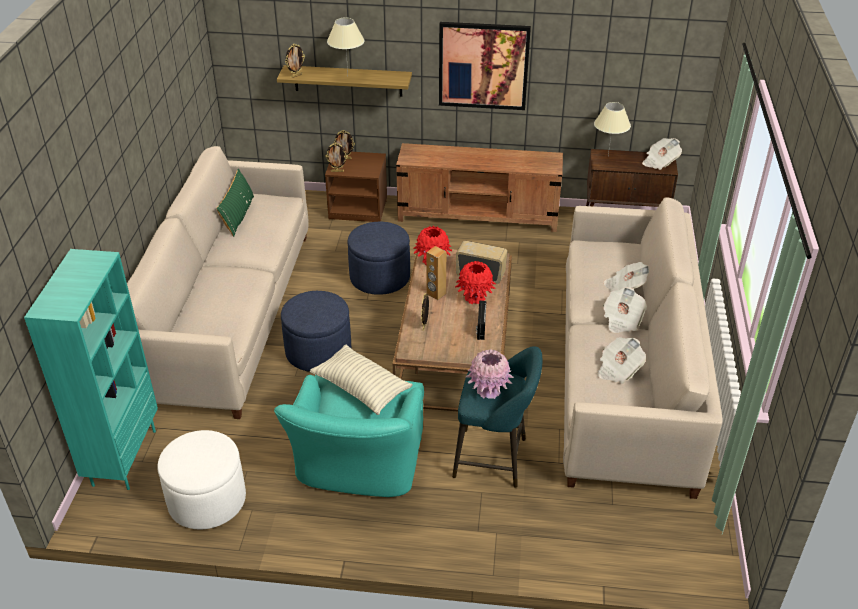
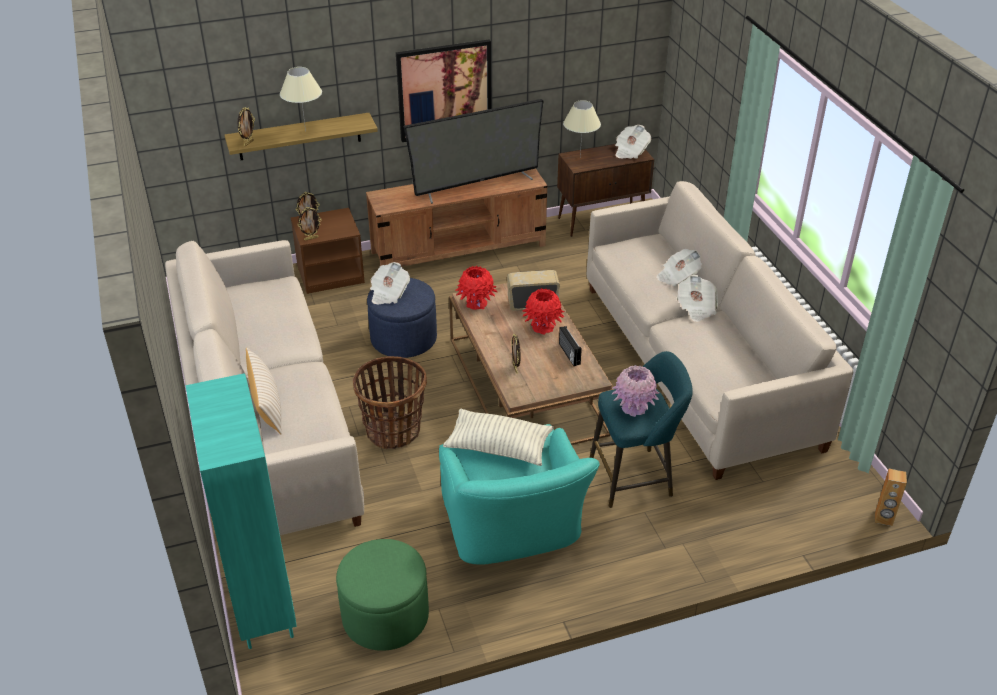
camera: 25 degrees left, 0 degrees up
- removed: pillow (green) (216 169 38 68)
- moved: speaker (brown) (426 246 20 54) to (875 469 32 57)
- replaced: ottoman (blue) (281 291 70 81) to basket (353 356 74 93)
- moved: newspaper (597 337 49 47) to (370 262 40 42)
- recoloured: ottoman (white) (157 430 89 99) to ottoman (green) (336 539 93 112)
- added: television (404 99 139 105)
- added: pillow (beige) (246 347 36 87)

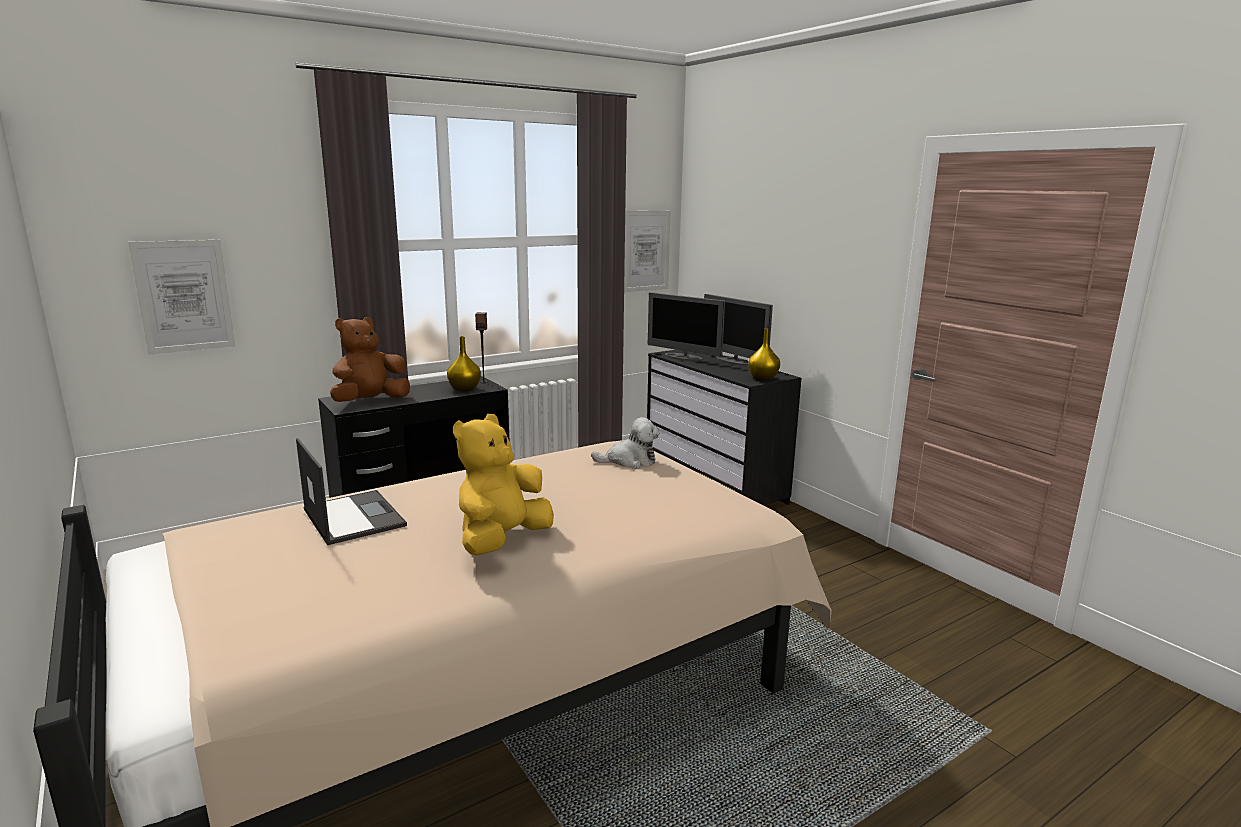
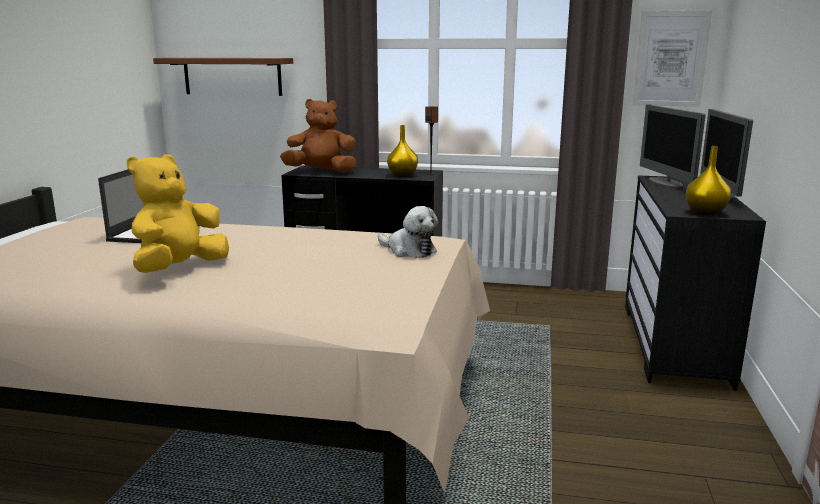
camera: 45 degrees right, 0 degrees up
- replaced: picture (128 240 107 114) to shelf (brown) (153 58 140 38)
- turned: plush toy (yellow) (453 414 101 142) = (127 154 102 119) 45 degrees counterclockwise

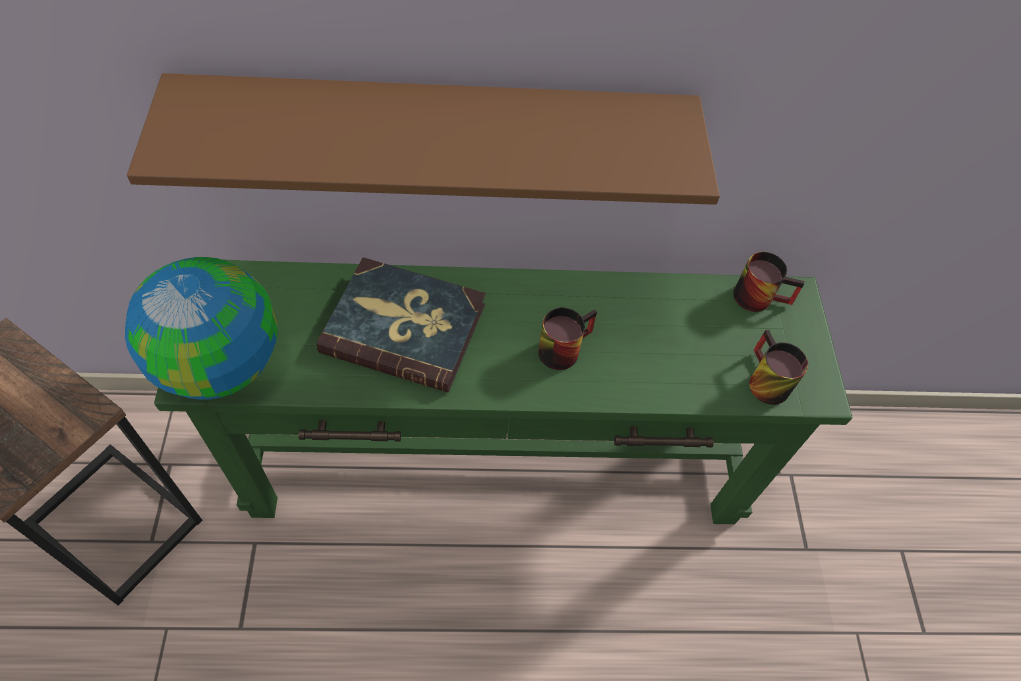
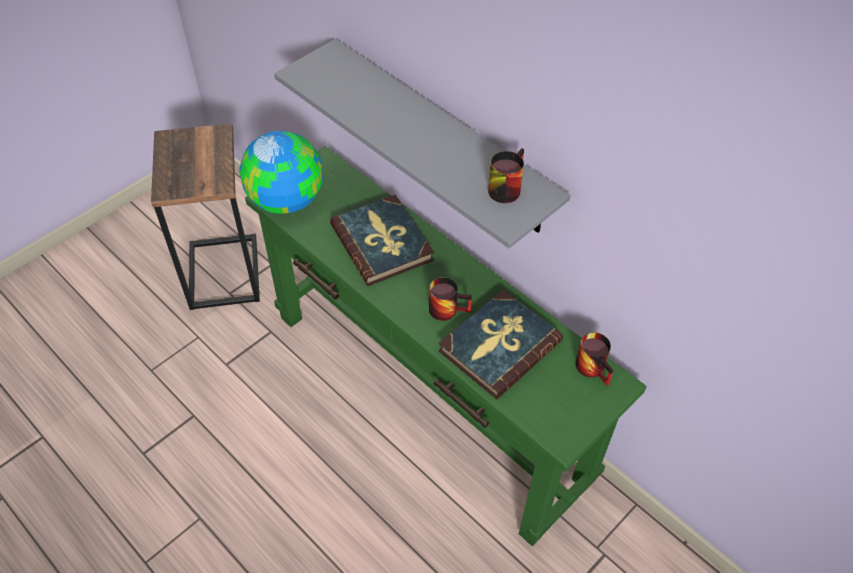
camera: 50 degrees right, 5 degrees down
- recoloured: shelf (brown) (127 73 593 132) to shelf (grey) (274 39 297 210)
- moved: mug (749 330 59 75) to (488 148 36 55)
- added: book (439 289 124 110)

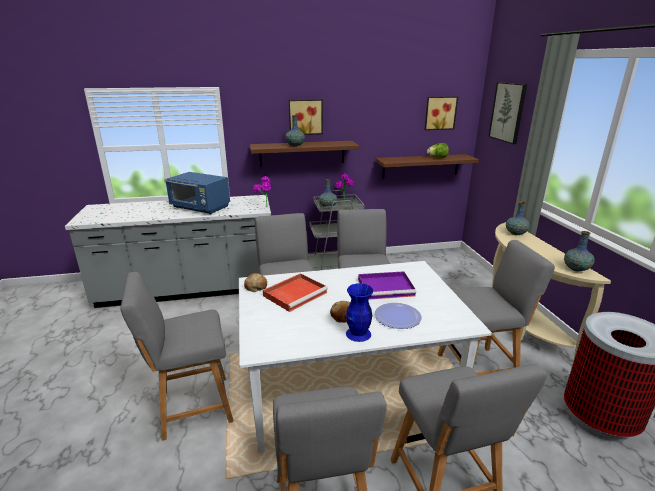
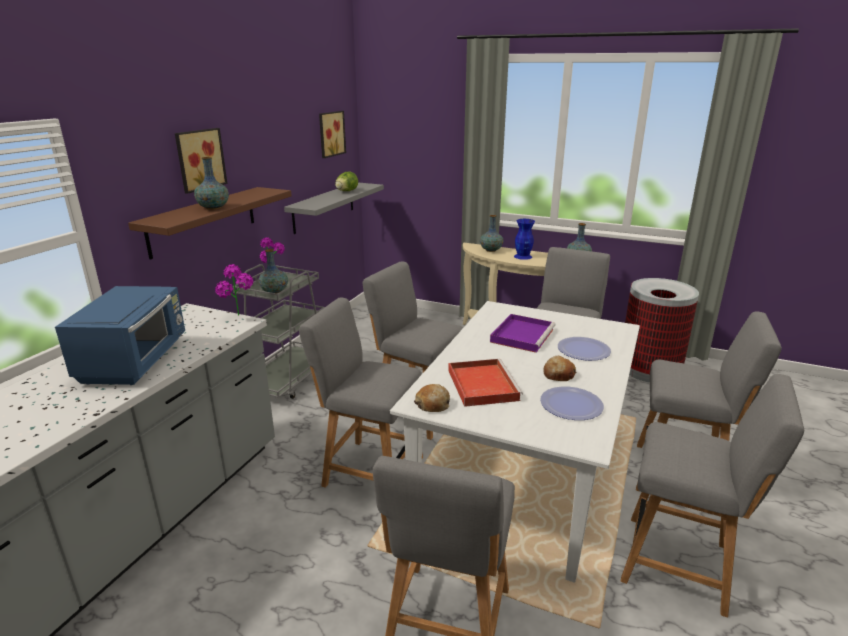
camera: 55 degrees left, 0 degrees up
- removed: picture (488 82 39 62)
- recoloured: shelf (brown) (376 154 103 24) to shelf (grey) (284 183 100 51)
- turned: microwave (blue) (165 172 65 42) = (55 286 130 99) 60 degrees counterclockwise
- moved: vase (blue) (346 283 27 59) to (514 219 21 41)
- added: plate (540 386 64 34)

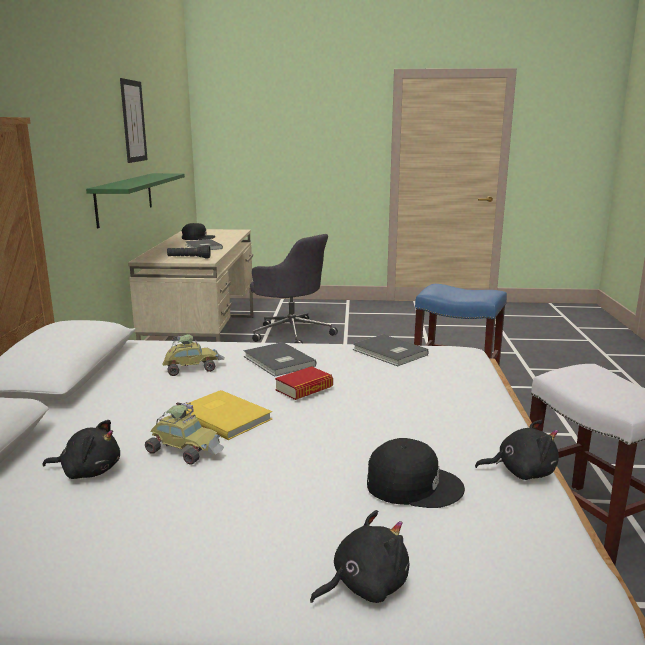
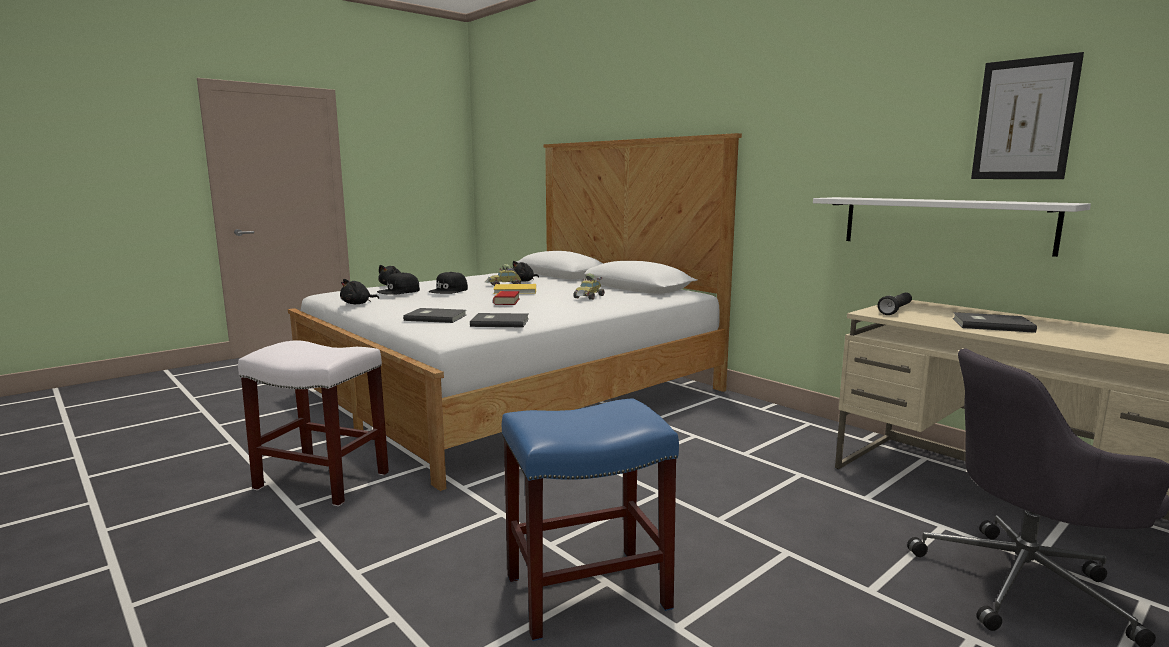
camera: 135 degrees right, 5 degrees down
- recoloured: shelf (green) (86 173 99 55) to shelf (white) (813 197 278 60)
- moved: cap (black) (182 223 33 17) to (429 272 39 22)
- moved: book (grey) (244 342 72 35) to (403 308 63 15)

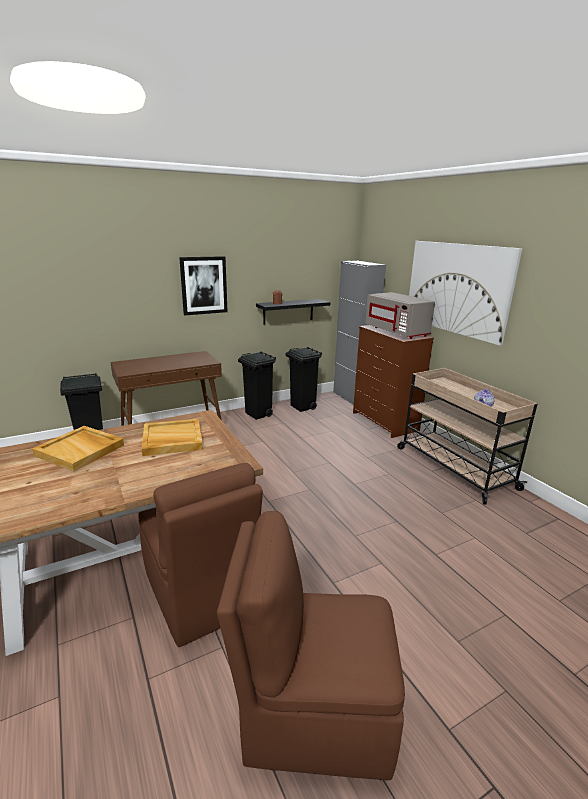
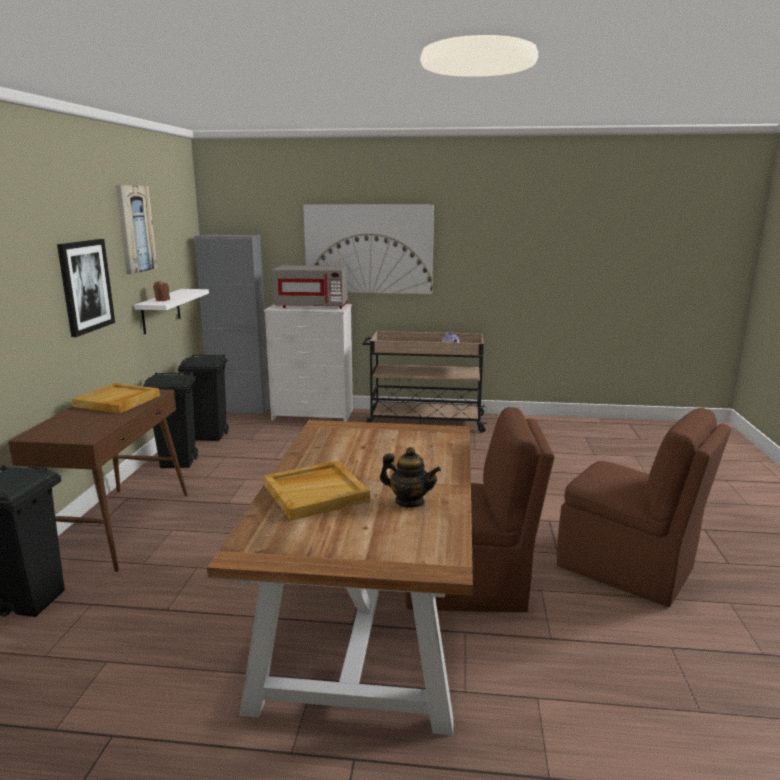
camera: 55 degrees left, 5 degrees down
- recoloured: shelf (black) (256 299 74 25) to shelf (white) (134 289 75 45)
- recoloured: dresser (brown) (353 325 81 113) to dresser (white) (264 304 89 118)
- moved: tray (beige) (142 419 61 37) to (72 383 88 30)
- turned: chair (brown) (217 511 188 269) = (557 408 174 199) 90 degrees counterclockwise
- added: picture (116 185 41 90)
- added: teapot (380 447 61 61)

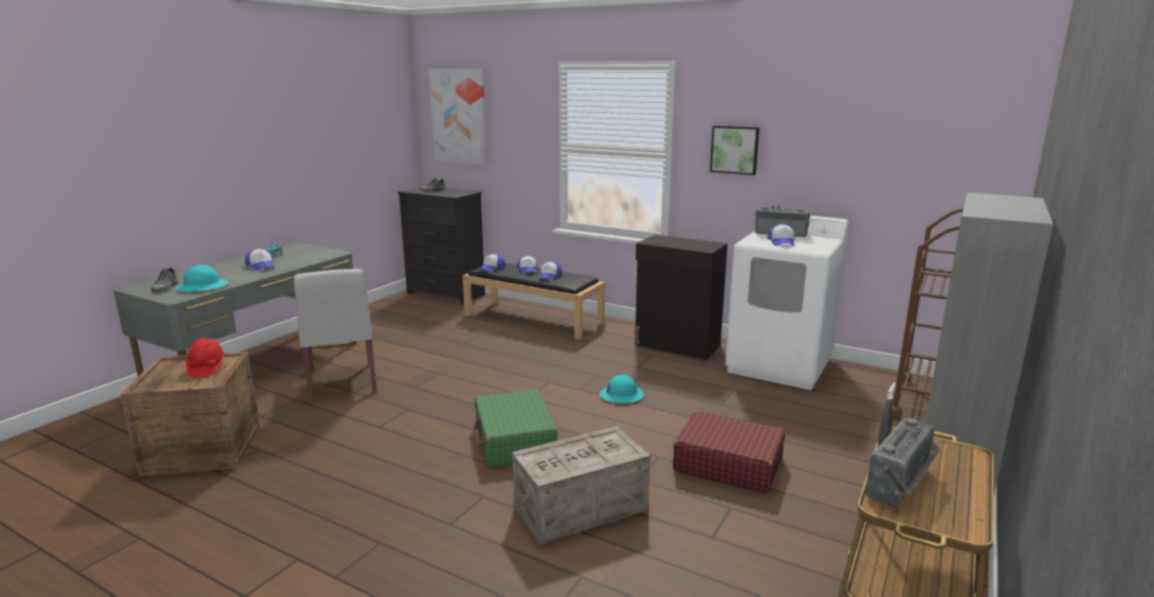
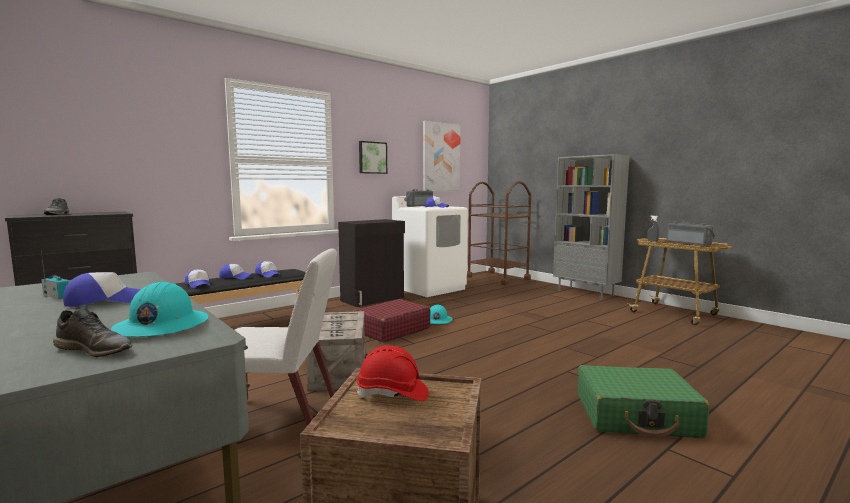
camera: 70 degrees left, 10 degrees down
- moved: picture (428 69 59 96) to (423 121 38 70)
- moved: suitcase (green) (474 389 84 78) to (578 365 131 73)
- moved: suitcase (red) (673 411 112 82) to (353 299 78 44)
- moved: crate (512 426 139 119) to (307 311 58 80)

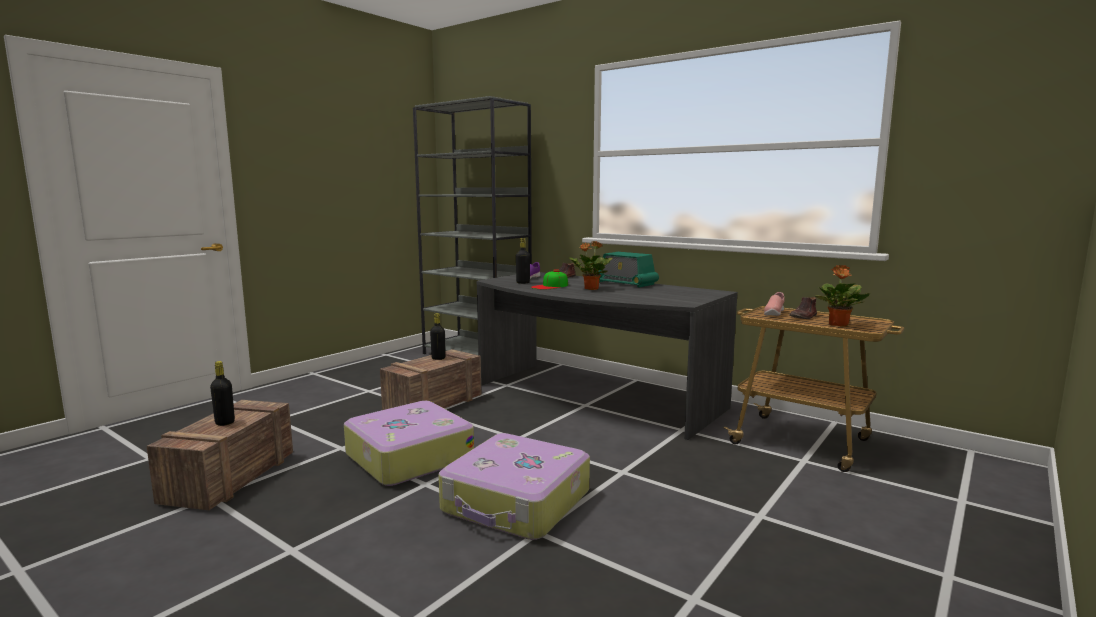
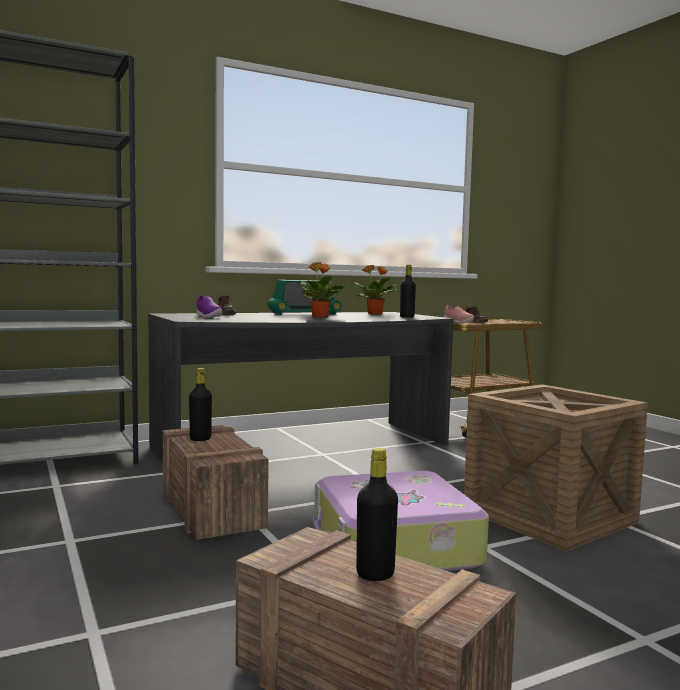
camera: 65 degrees left, 5 degrees down
- moved: bottle (black) (516 238 14 46) to (400 264 16 54)
- moved: potted plant (815 265 55 62) to (354 265 42 49)
- removed: cap (531 269 37 20)
- replaced: suitcase (439 433 151 107) to crate (464 384 184 168)

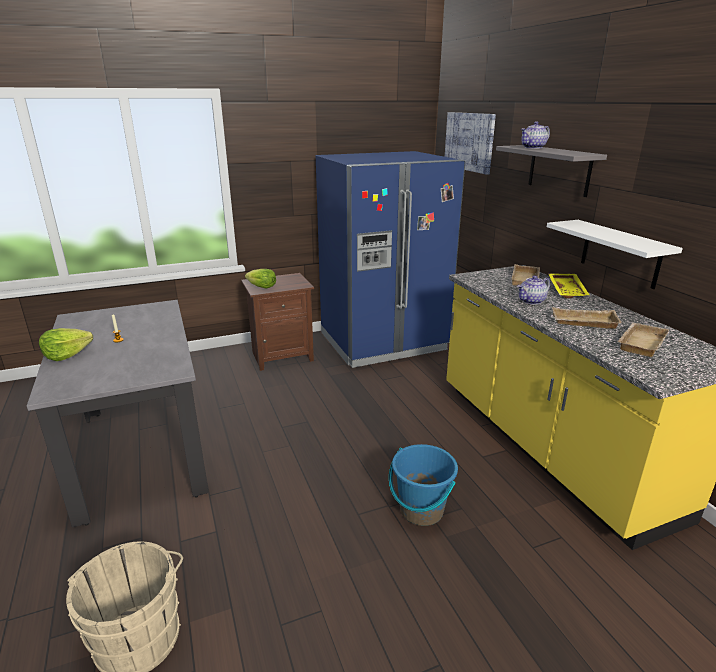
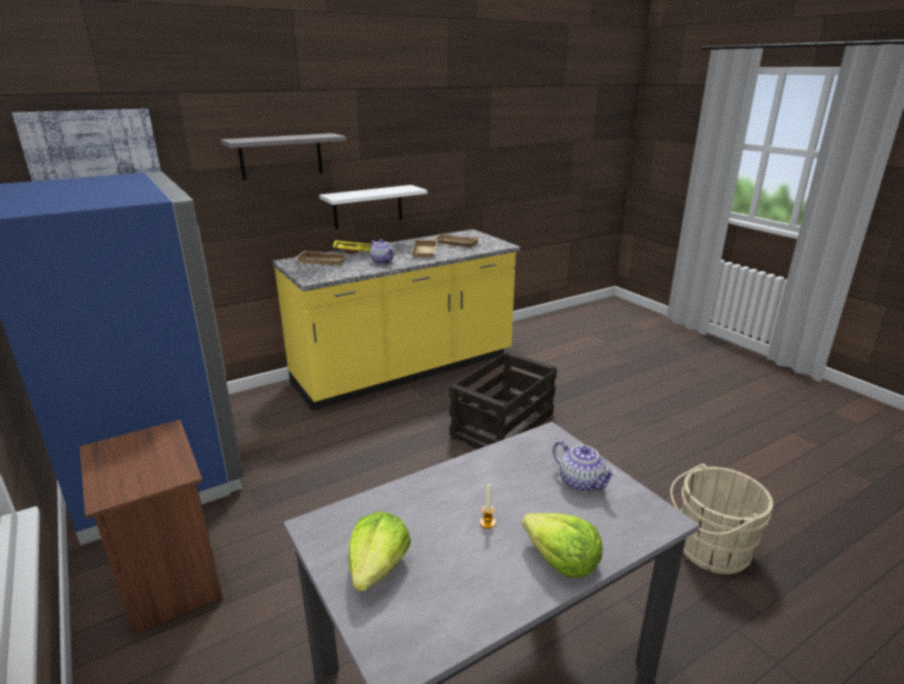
camera: 100 degrees left, 0 degrees up
- moved: teapot (521 121 29 28) to (553 441 64 51)
- moved: lettuce (245 269 31 20) to (348 512 63 79)
- replaced: bucket (blue) (389 444 69 82) to crate (449 351 108 98)

